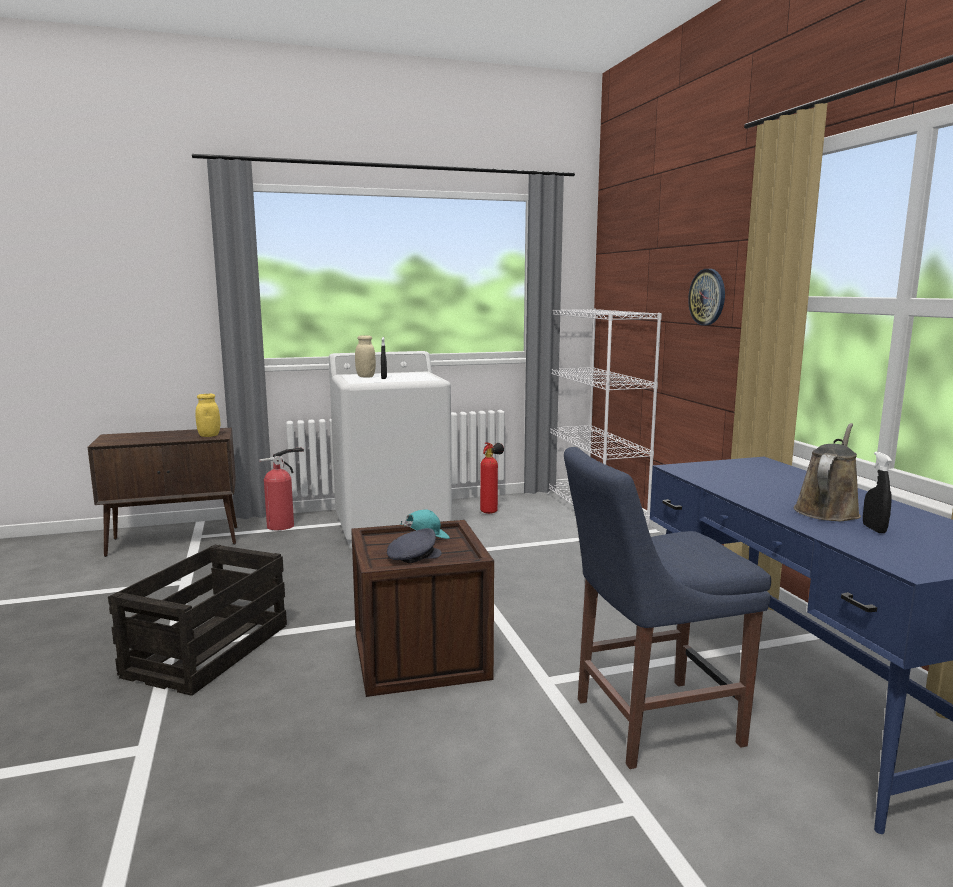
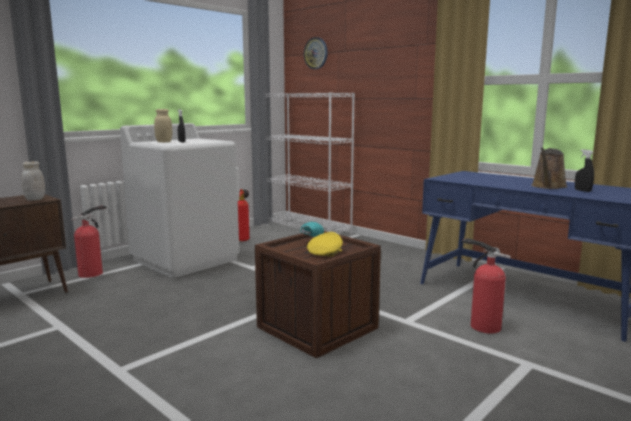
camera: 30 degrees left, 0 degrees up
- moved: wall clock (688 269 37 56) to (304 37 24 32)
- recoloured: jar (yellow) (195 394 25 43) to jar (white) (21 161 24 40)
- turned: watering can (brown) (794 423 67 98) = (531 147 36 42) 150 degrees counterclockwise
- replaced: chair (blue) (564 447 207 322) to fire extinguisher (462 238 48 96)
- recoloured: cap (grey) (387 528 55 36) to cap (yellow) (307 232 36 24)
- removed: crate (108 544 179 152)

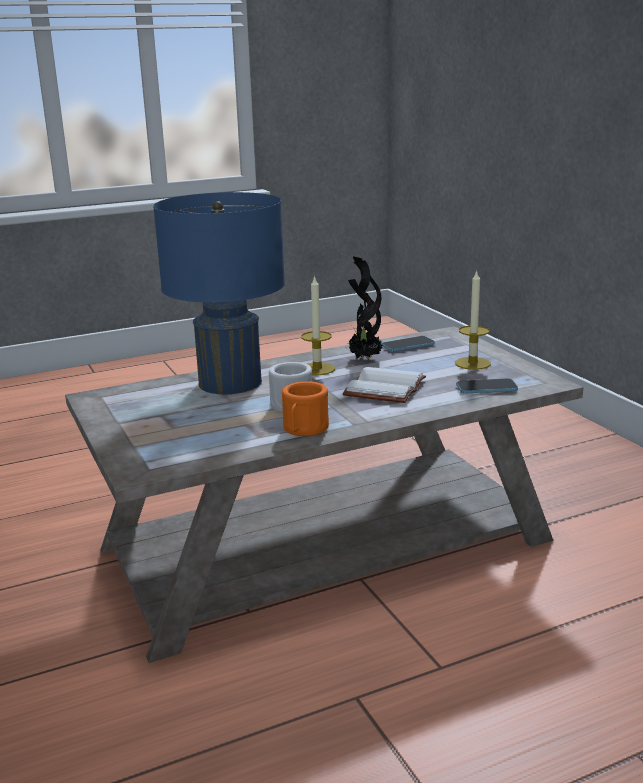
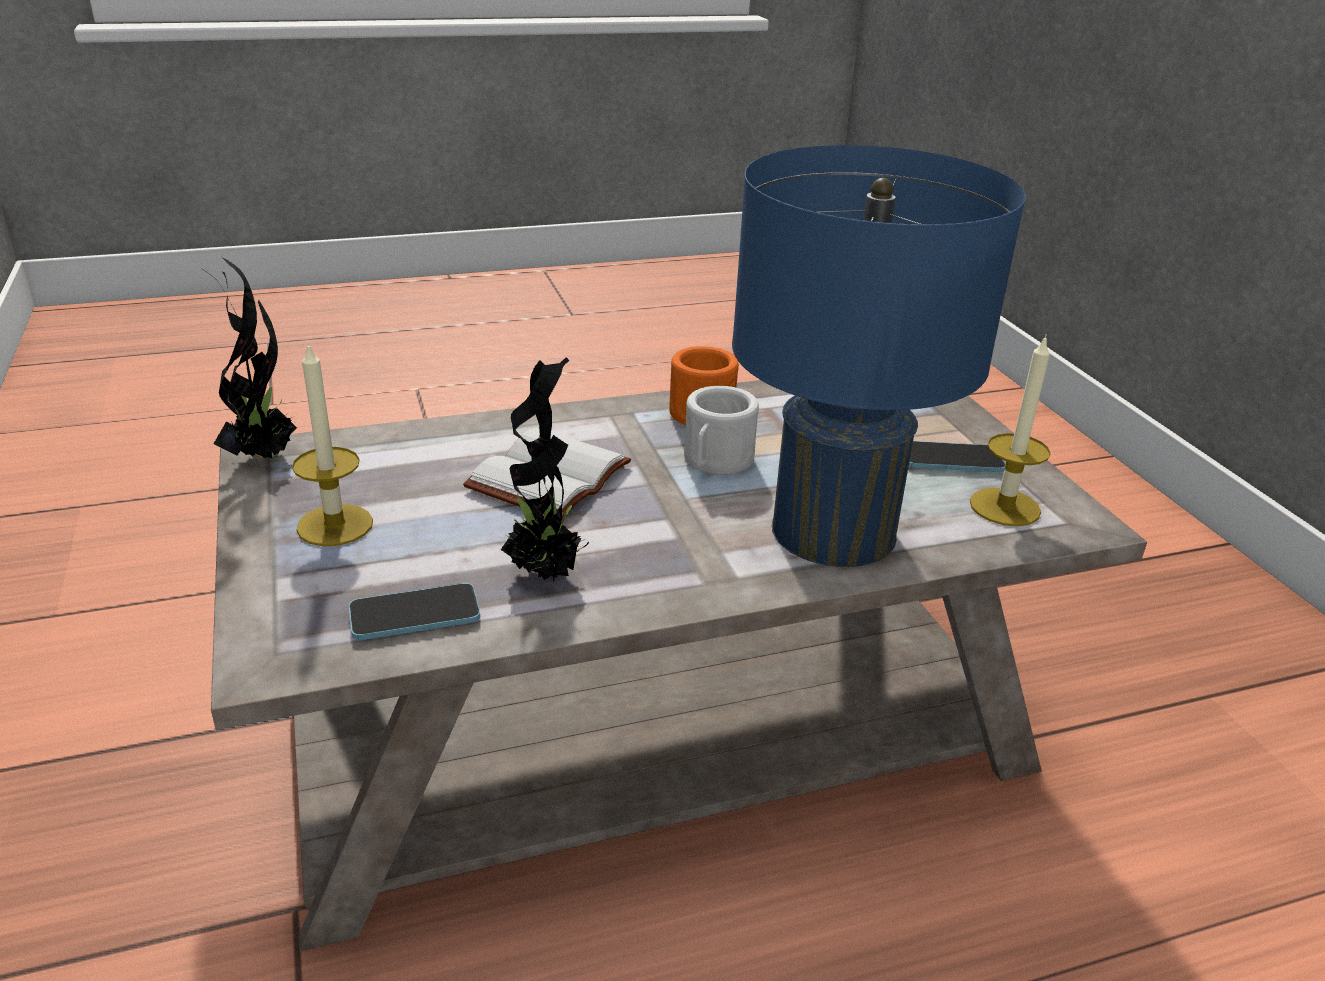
camera: 175 degrees left, 10 degrees up
- moved: candle (301 275 34 101) to (970 335 81 191)
- moved: phone (456 378 62 15) to (909 441 97 31)
- added: potted plant (202 257 95 202)

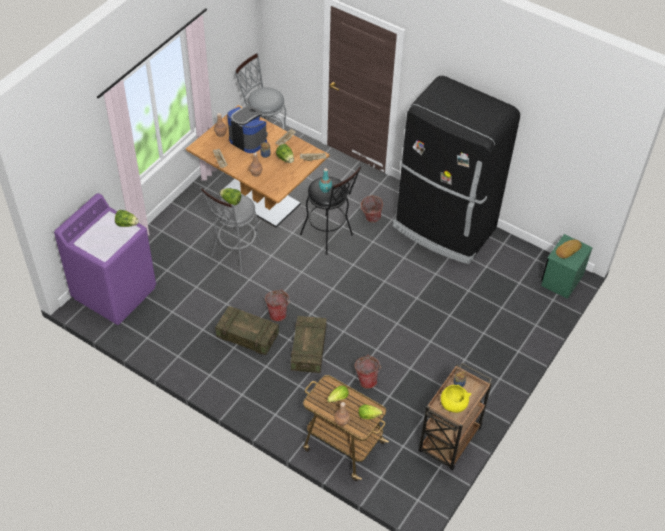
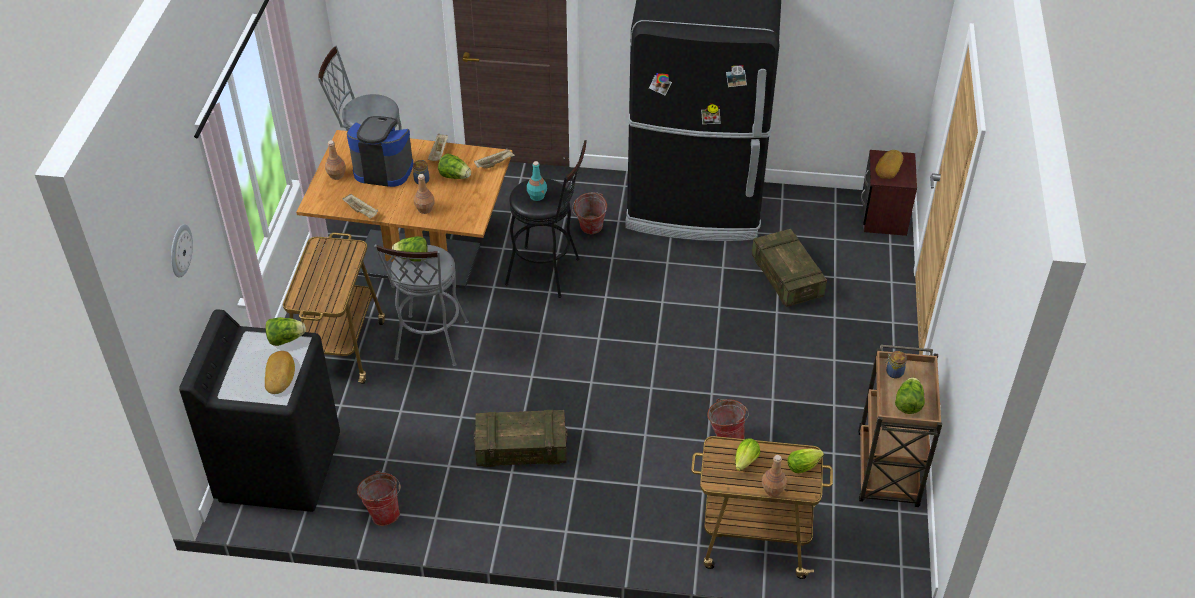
camera: 25 degrees left, 5 degrees down
- recoloured: washing machine (purple) (54 193 102 132) to washing machine (black) (179 309 161 203)
- recoloured: nightstand (green) (541 234 52 65) to nightstand (brown) (861 150 56 86)
- moved: bucket (265 289 25 32) to (357 471 44 55)
- moved: crate (291 316 36 57) to (752 229 75 78)
- replaced: bowl (yellow) (441 385 30 28) to lettuce (895 377 30 37)
- added: wall clock (171 224 22 54)
- added: cart (283 233 102 151)
- added: bread (265 351 30 43)

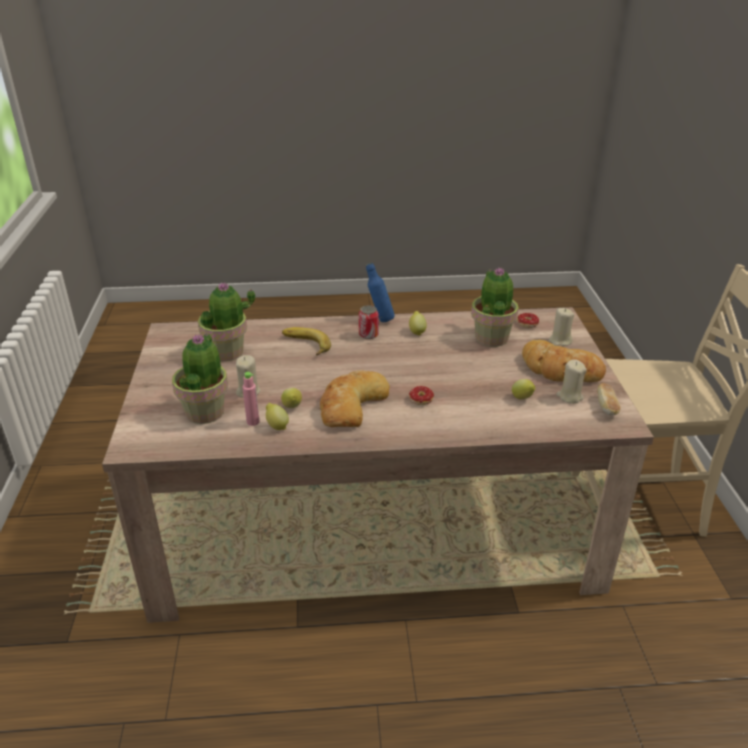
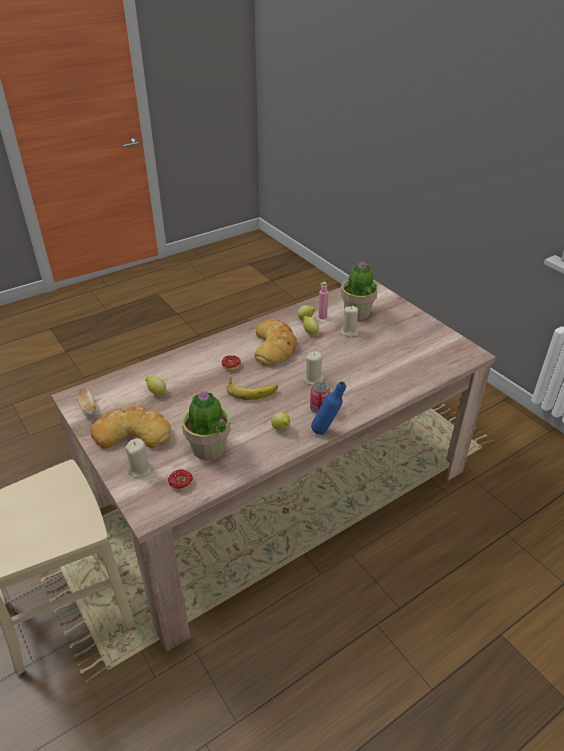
camera: 150 degrees right, 5 degrees up
- removed: potted plant (198 282 57 79)
- moved: banana (282 327 49 28) to (226 378 52 22)
- moved: candle (beige) (556 359 31 45) to (303 352 22 33)

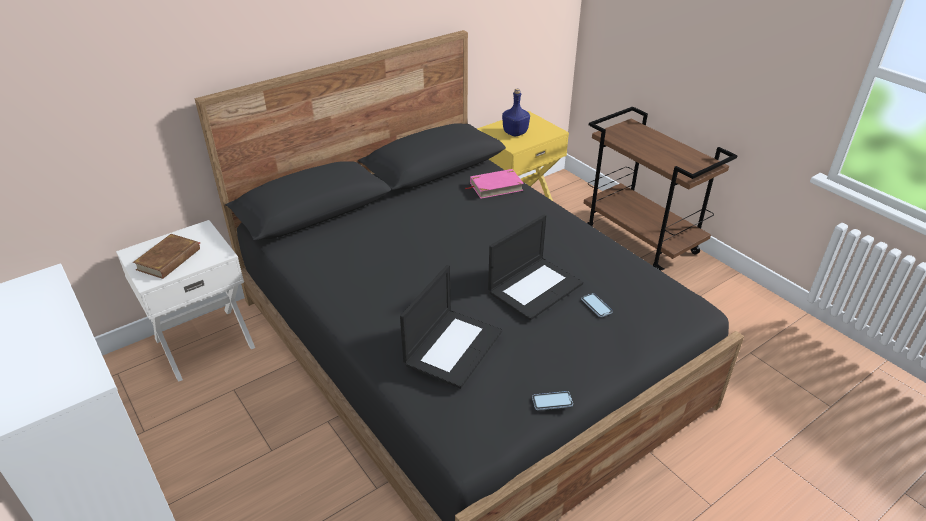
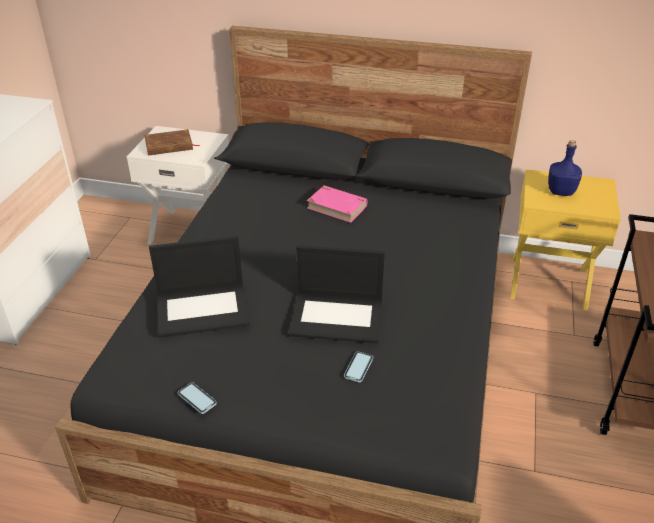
camera: 50 degrees right, 0 degrees up
- moved: book (pink) (465 169 59 30) to (307 185 60 38)

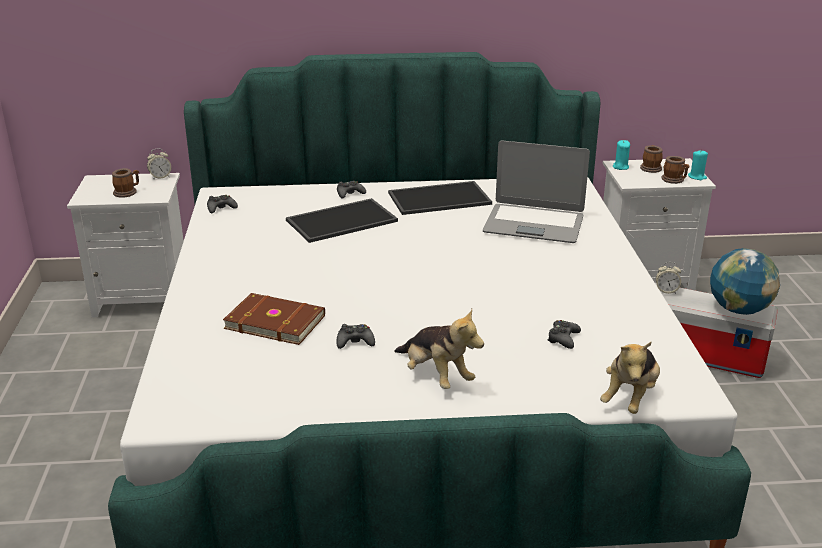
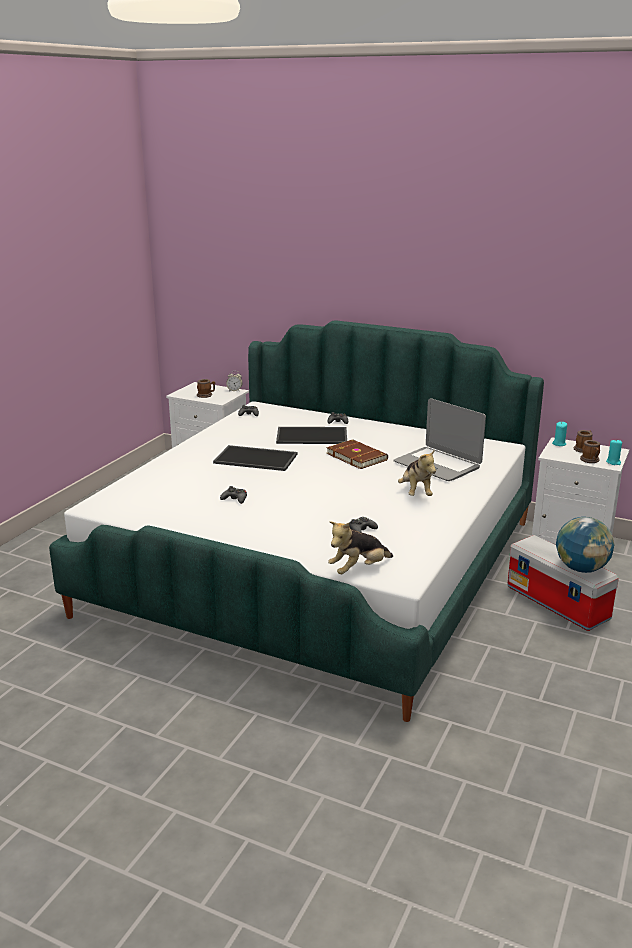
camera: 30 degrees right, 5 degrees down
- moved: tray (388 181 104 34) to (213 445 84 26)
- removed: alarm clock (656 262 25 32)
- moved: book (brown) (223 293 102 52) to (326 439 62 30)
- moved: plush toy (394 309 90 80) to (398 449 38 47)

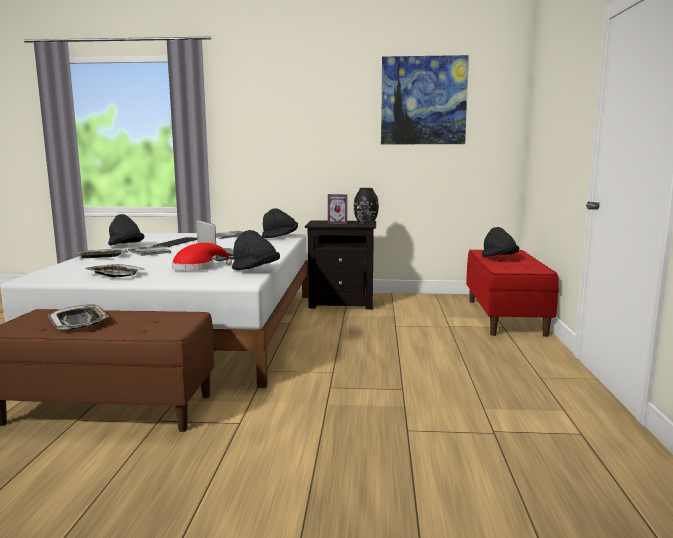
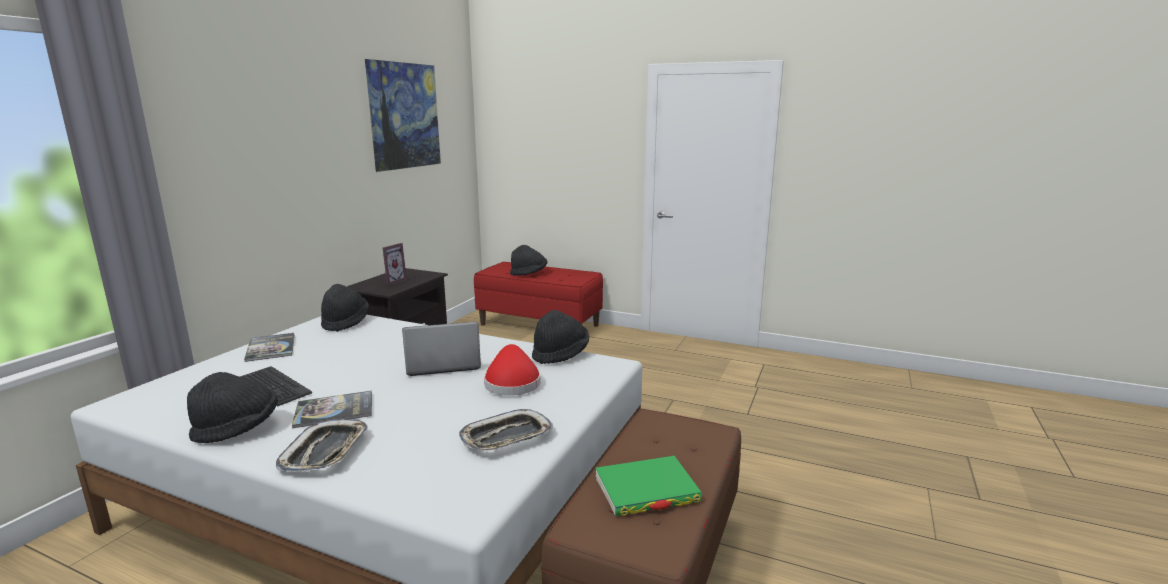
camera: 70 degrees left, 5 degrees up
- removed: vase (black) (354 188 25 36)
- replaced: tray (48 304 61 26) to book (green) (596 456 106 60)

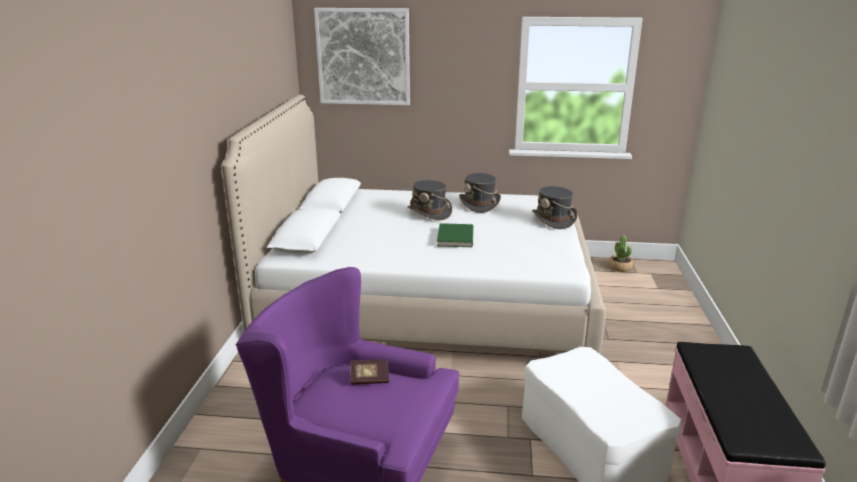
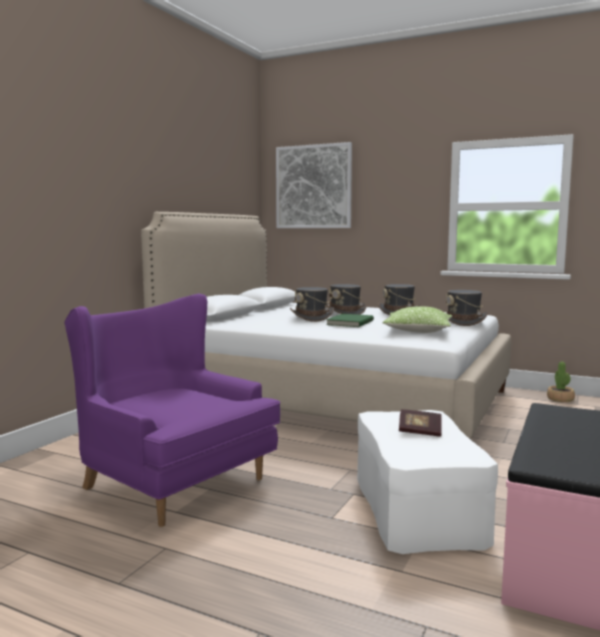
camera: 20 degrees right, 15 degrees down
- moved: book (350 359 39 26) to (399 409 43 28)
- added: hat (grey) (290 287 44 35)
- added: pillow (382 306 70 27)

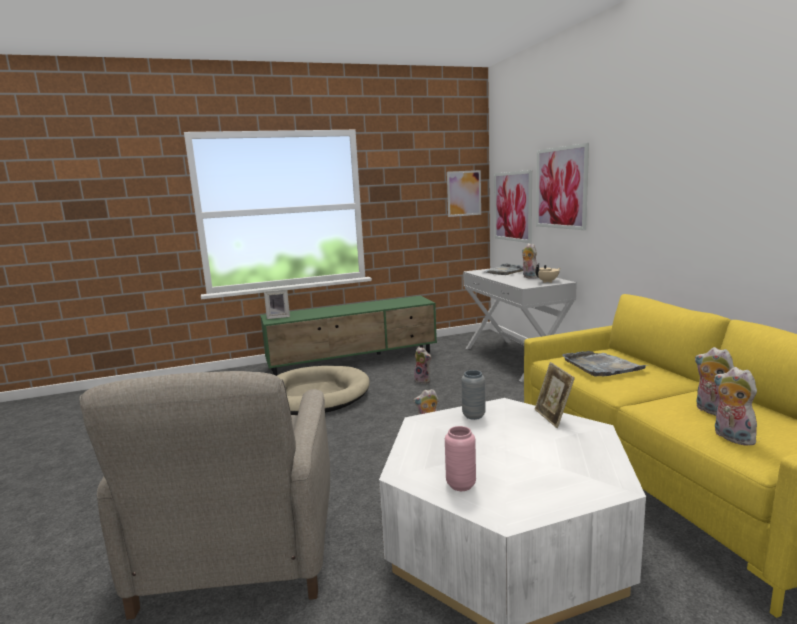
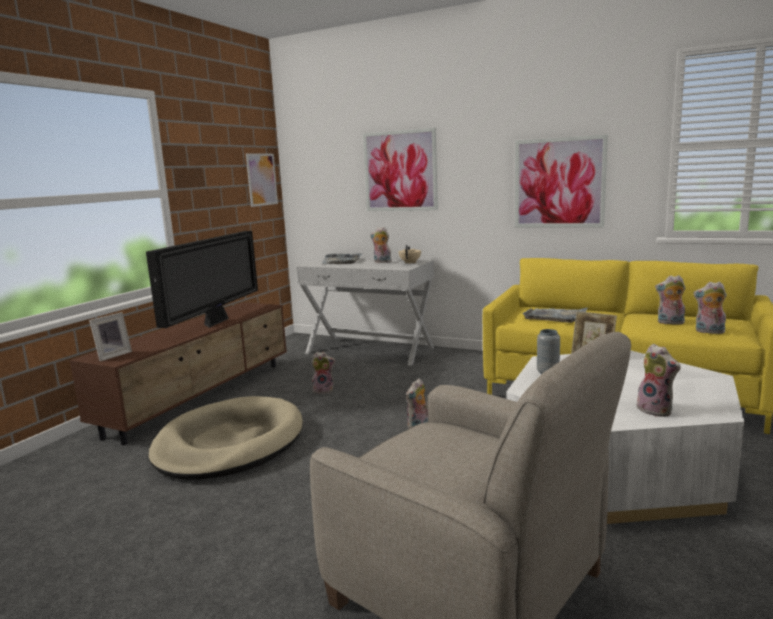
camera: 45 degrees left, 0 degrees up
- moved: picture (494 170 38 73) to (515 135 93 92)
- recoloured: tv stand (green) (260 296 177 80) to tv stand (brown) (69 302 218 143)
- replaced: vase (pink) (445 426 31 65) to plush toy (637 344 44 73)
- added: television (146 231 112 97)

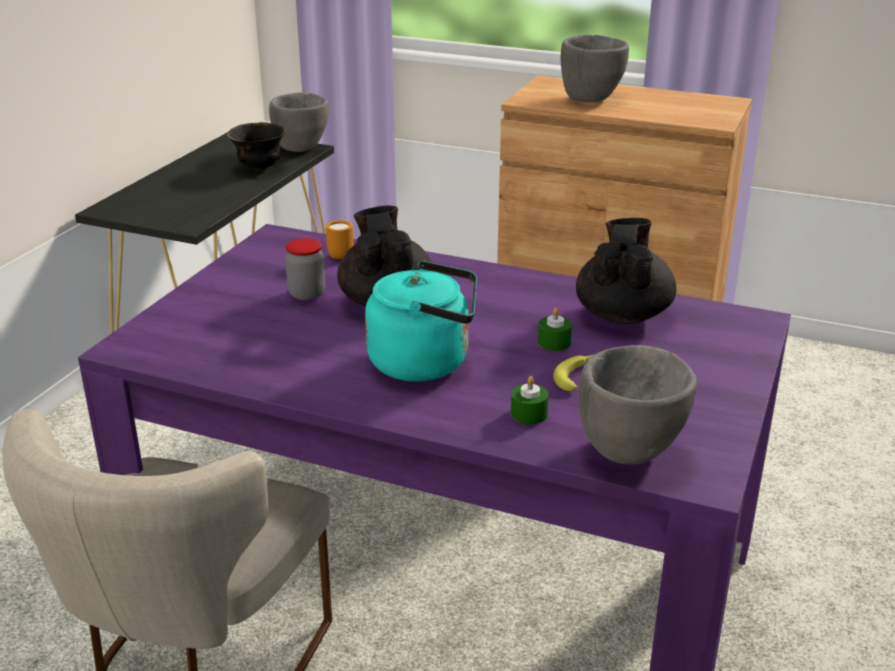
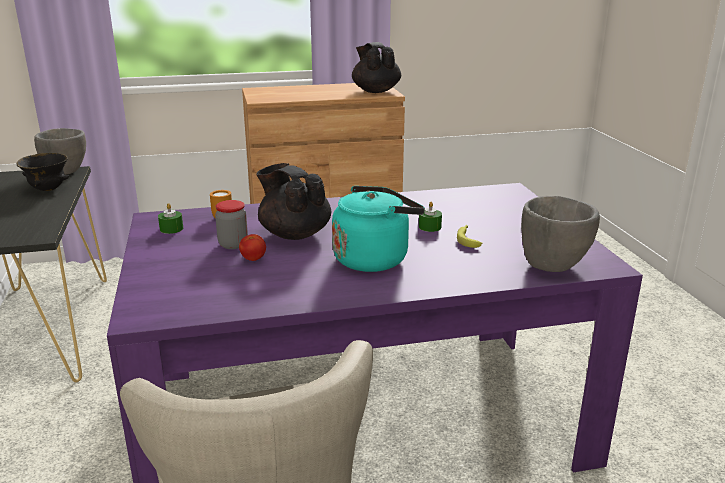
camera: 35 degrees left, 5 degrees down
- removed: bowl (grey) (561 35 68 67)
- moved: teapot (black) (576 218 101 106) to (352 42 49 51)
- moved: candle (green) (511 376 38 48) to (158 203 25 31)
- added: tomato (239 234 27 27)

